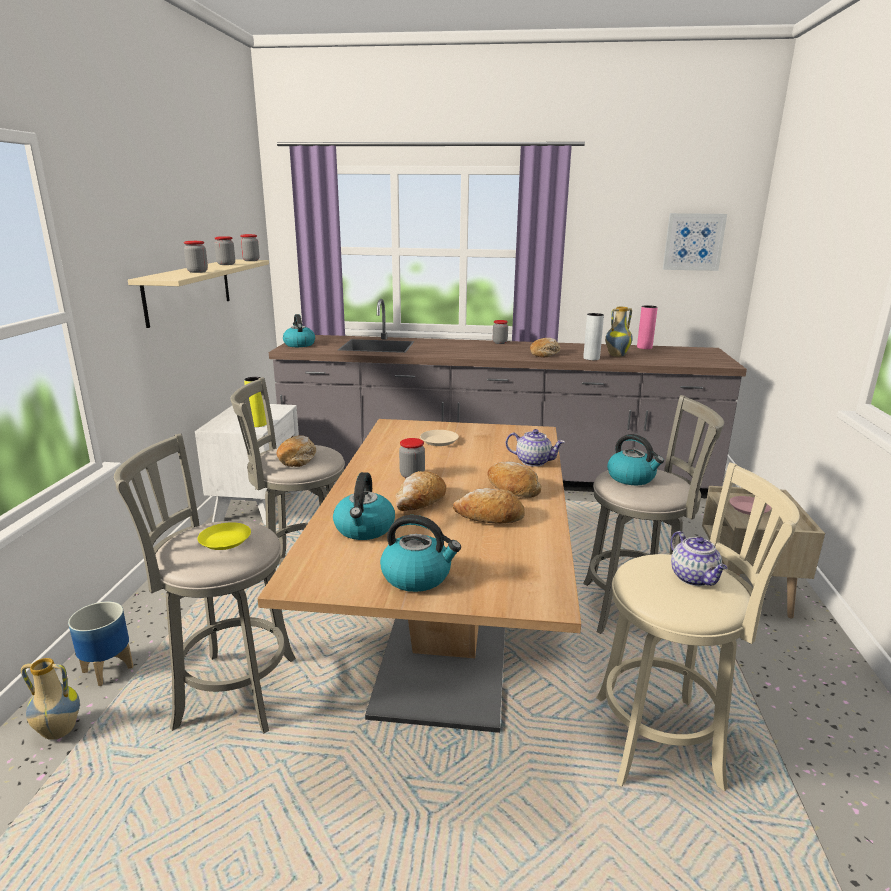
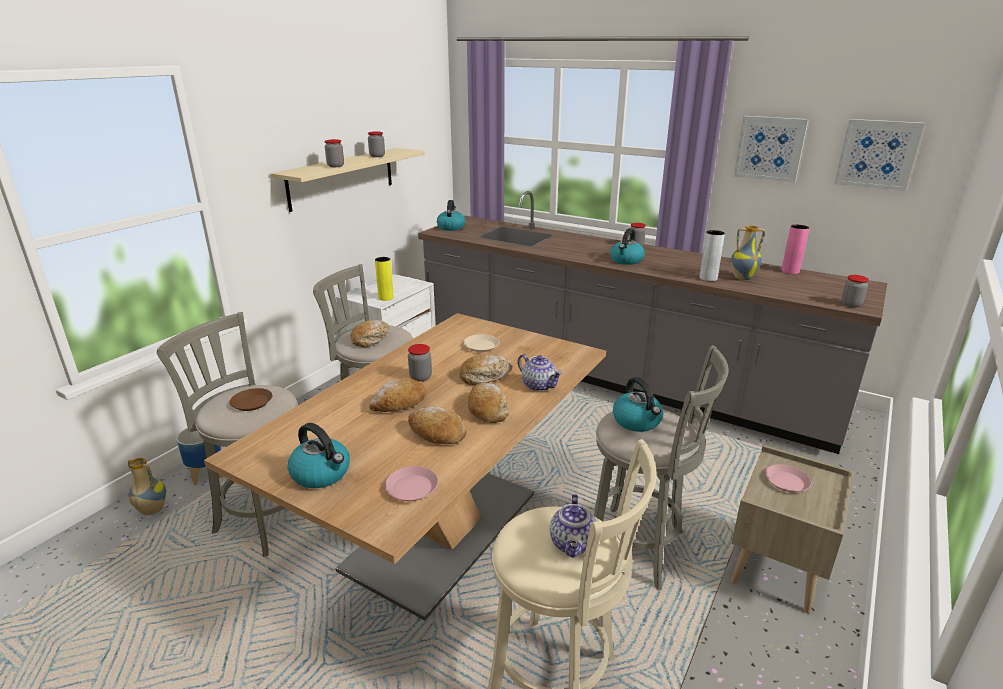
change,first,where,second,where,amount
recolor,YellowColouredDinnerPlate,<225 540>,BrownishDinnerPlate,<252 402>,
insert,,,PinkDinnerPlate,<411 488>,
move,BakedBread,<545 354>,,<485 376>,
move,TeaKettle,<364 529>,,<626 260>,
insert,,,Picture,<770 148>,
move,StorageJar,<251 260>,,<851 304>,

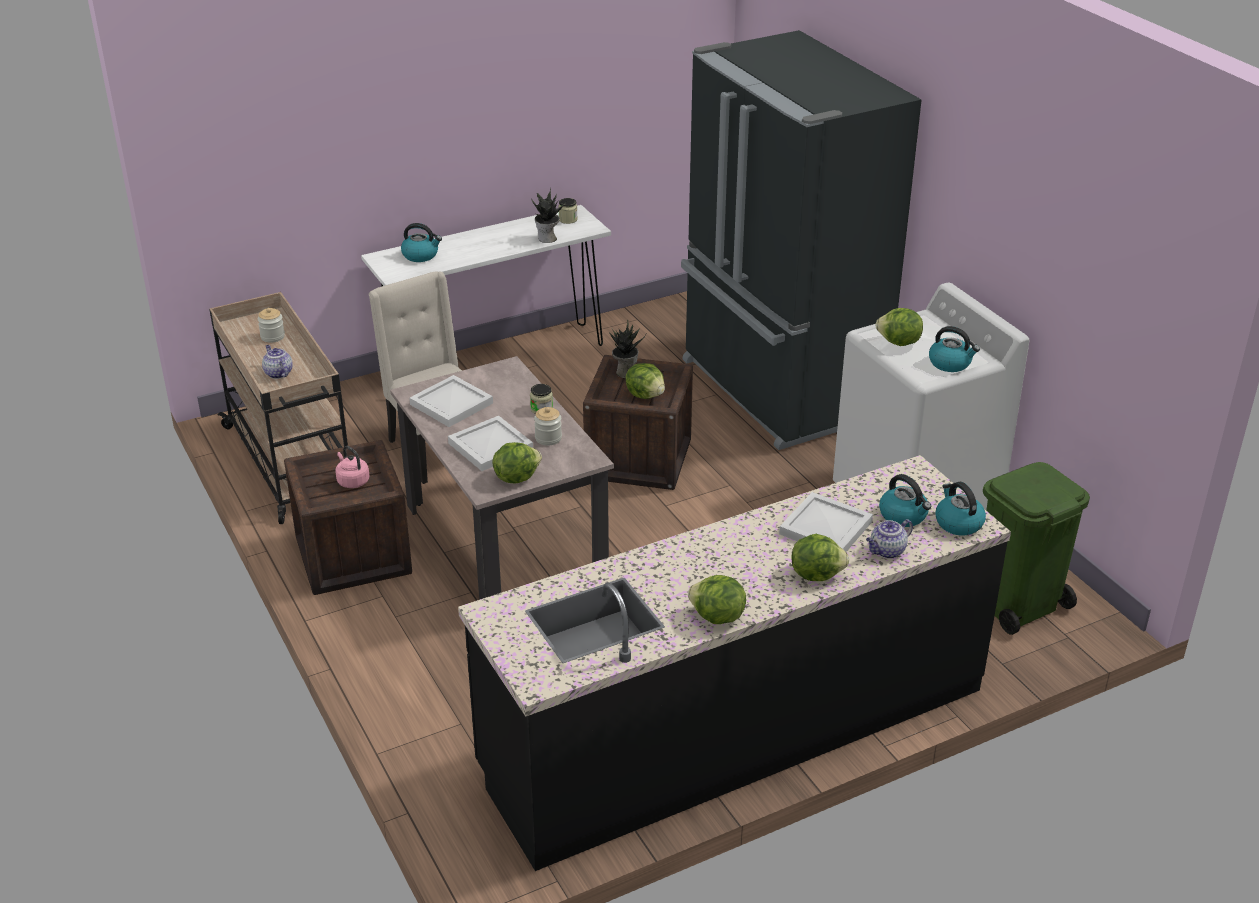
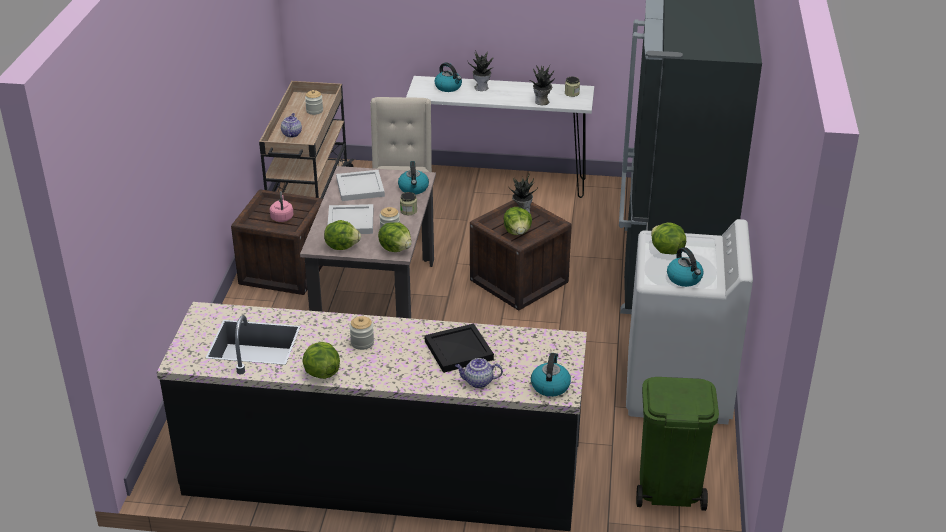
change,first,where,second,where,amount
insert,,,StorageJar,<362 343>,
move,Lettuce,<816 574>,,<396 248>,
move,TeaKettle,<904 516>,,<413 188>,
recolor,WhiteColouredTray,<827 527>,BlackColouredTray,<460 350>,
insert,,,PlantInAPot,<482 88>,

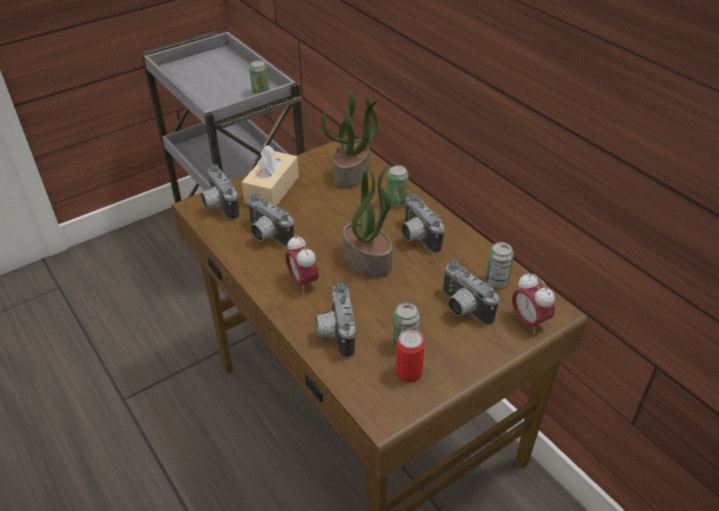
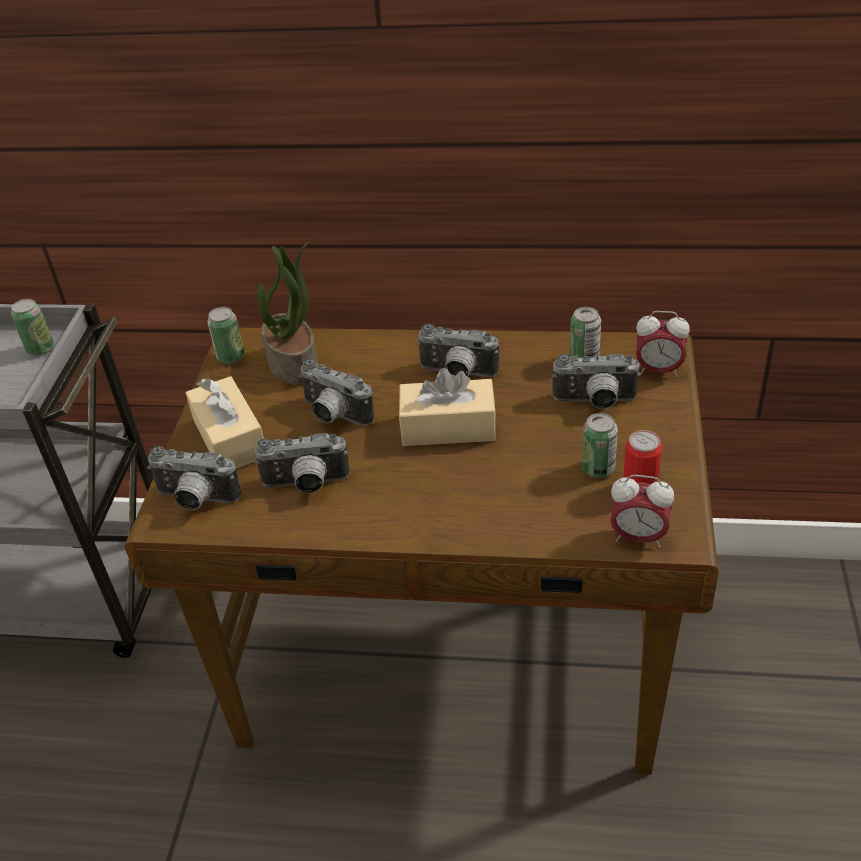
change,first,where,second,where,amount
move,SealedCan,<397 202>,,<231 357>,
move,StillCamera,<335 333>,,<333 415>,
replace,PlantInAPot,<368 260>,BeigeTissueBox,<448 427>,
move,TableClock,<303 282>,,<638 537>,

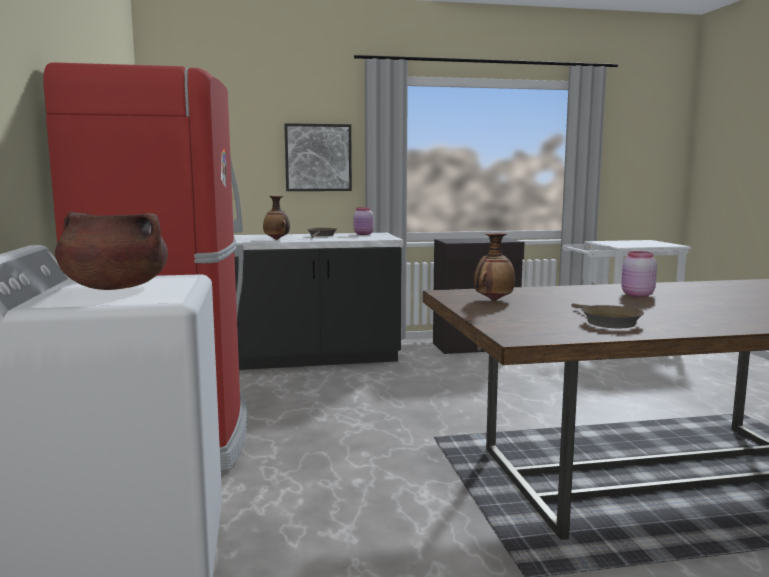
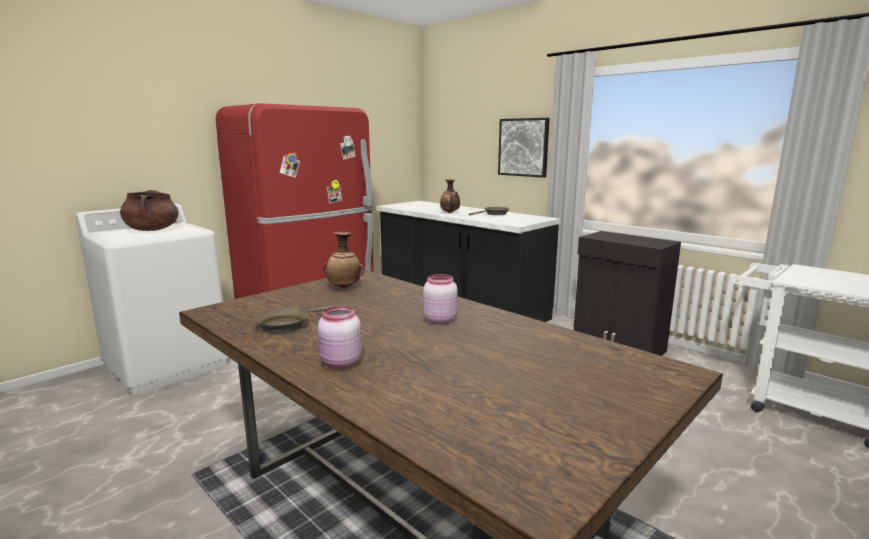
change,first,where,second,where,amount
move,PinkStorageJar,<363 234>,,<340 364>,

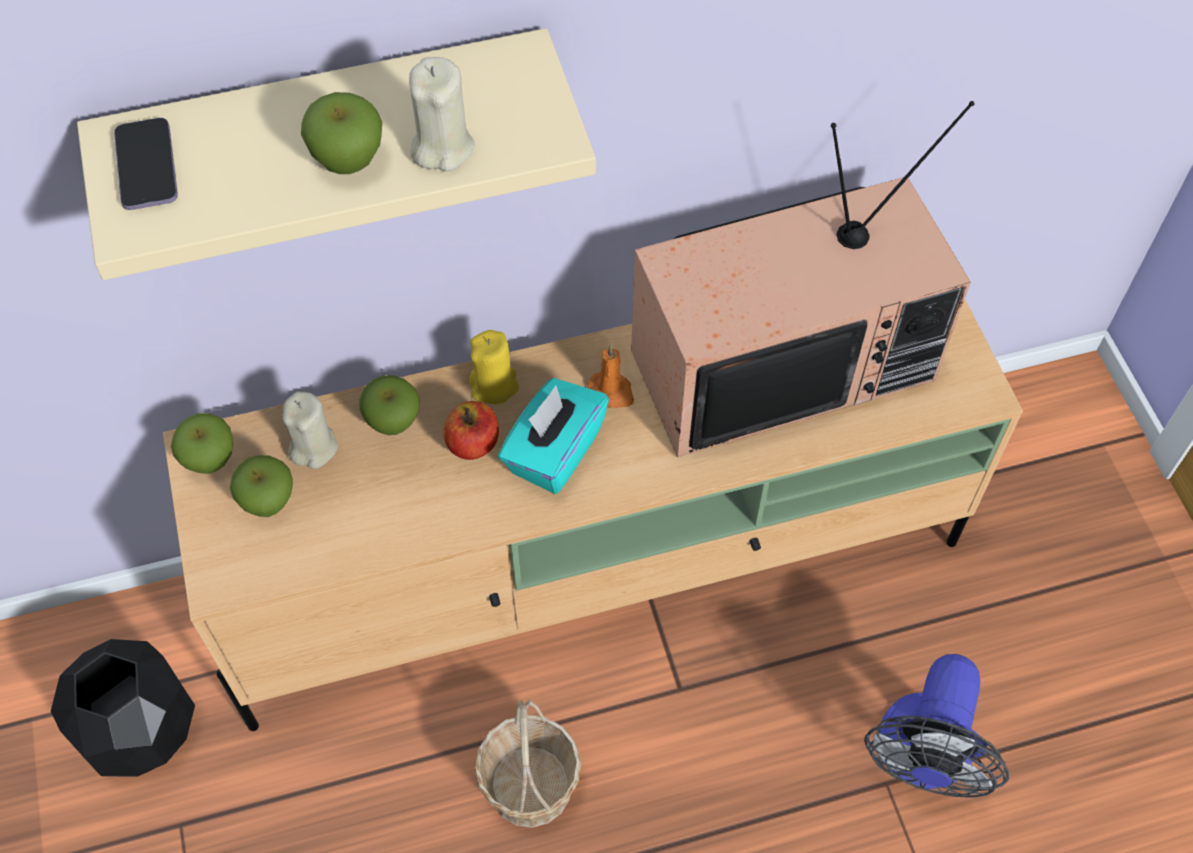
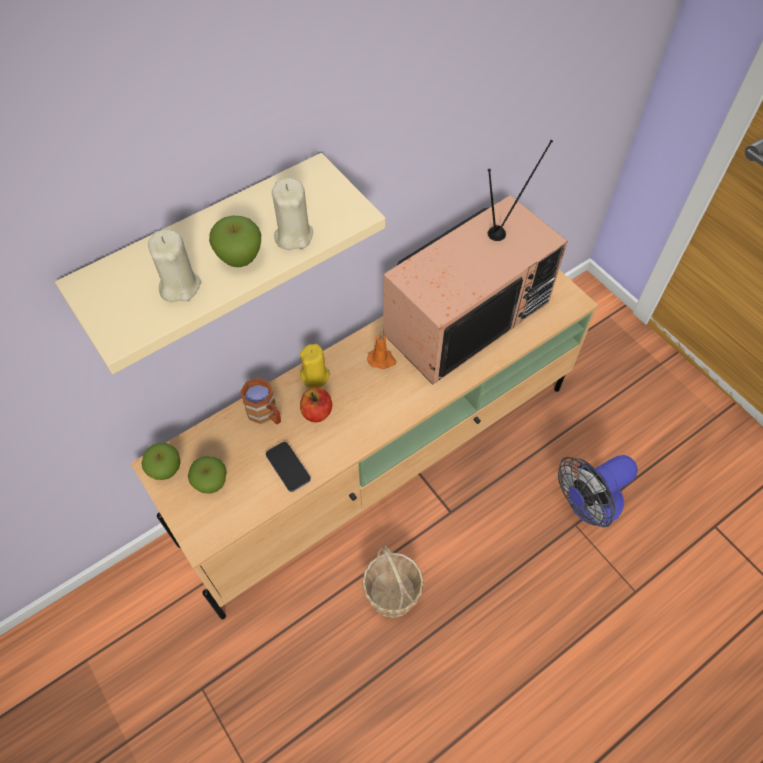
change,first,where,second,where,amount
move,BeigeCandle,<313 447>,,<179 286>,
replace,AppleFruit,<393 422>,BrownishTeaMug,<266 414>,
move,Handset,<147 167>,,<288 467>,
rotate,CoolingFan,<922 759>,,<587 505>,60 degrees clockwise
delete,BlackColouredPlanter,<140 728>,,,
delete,TurquoiseColouredTissueBox,<554 452>,,,

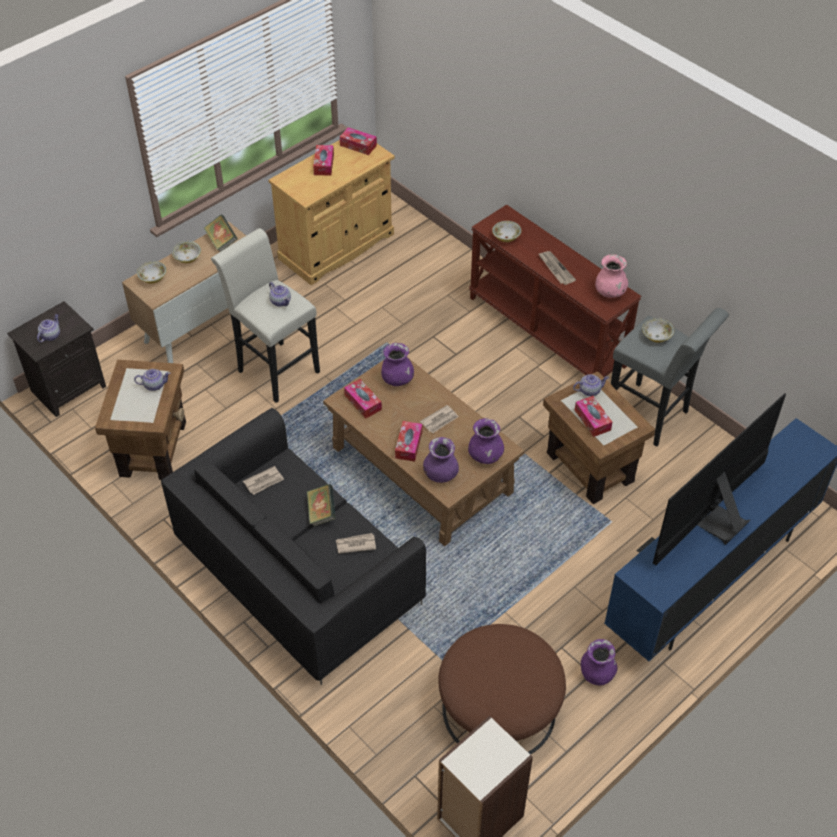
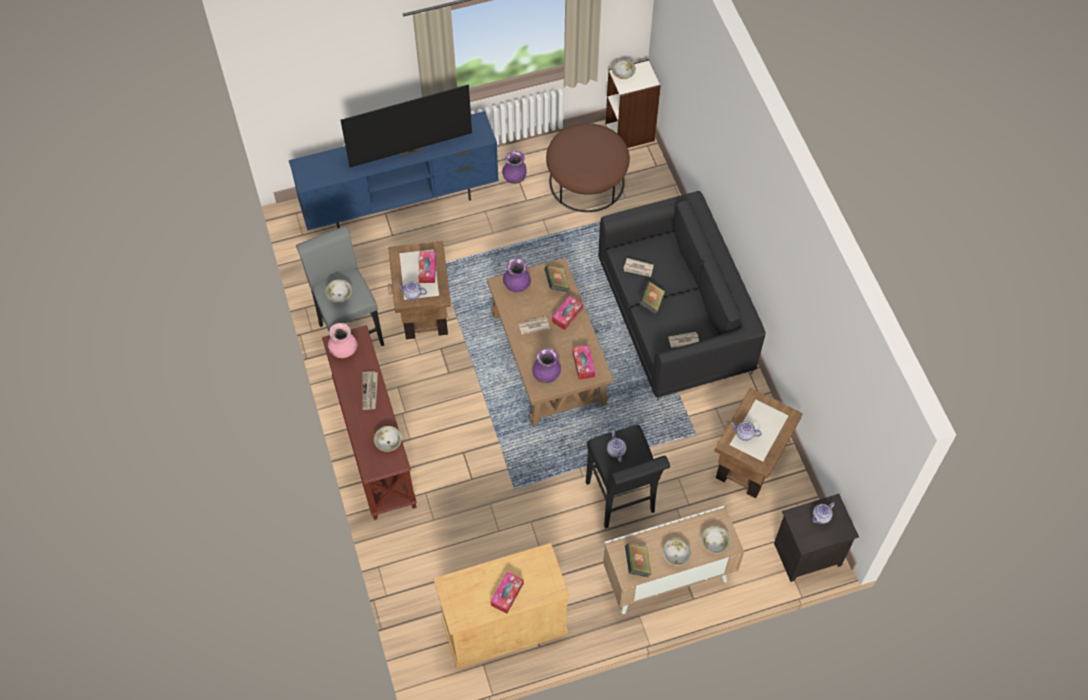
change,first,where,second,where,amount
replace,PurpleVase,<440 474>,Book,<557 283>,
recolor,WhiteColouredStool,<274 368>,BlackColouredStool,<622 501>,
insert,,,DeepDish,<623 74>,
delete,TissueBox,<358 145>,,,

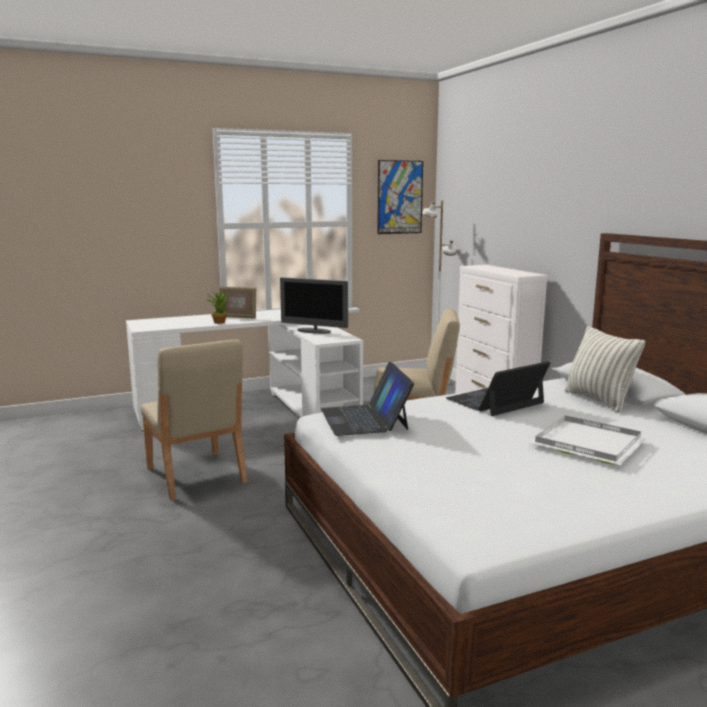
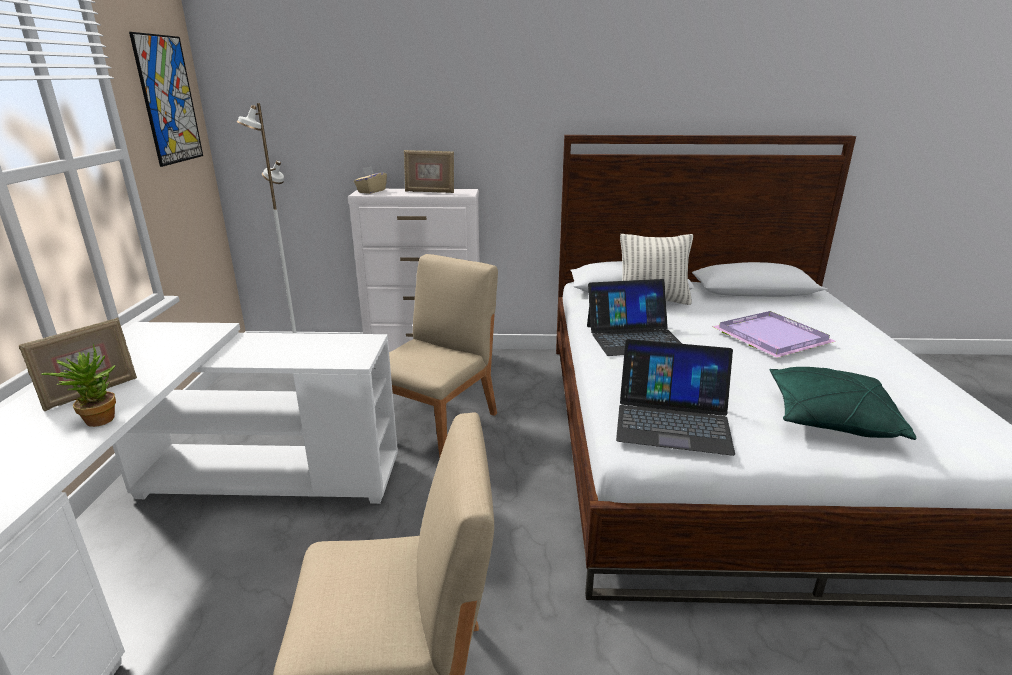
change,first,where,second,where,amount
insert,,,BeigeTissueBox,<371 191>,
insert,,,PictureFrame,<430 192>,
rotate,PortableComputer,<495 401>,,<634 337>,90 degrees counterclockwise
recolor,WhiteColouredTray,<586 442>,PurpleTray,<769 337>,
insert,,,GreenThrowPillow,<829 419>,
delete,ComputerDisplay,<314 331>,,,

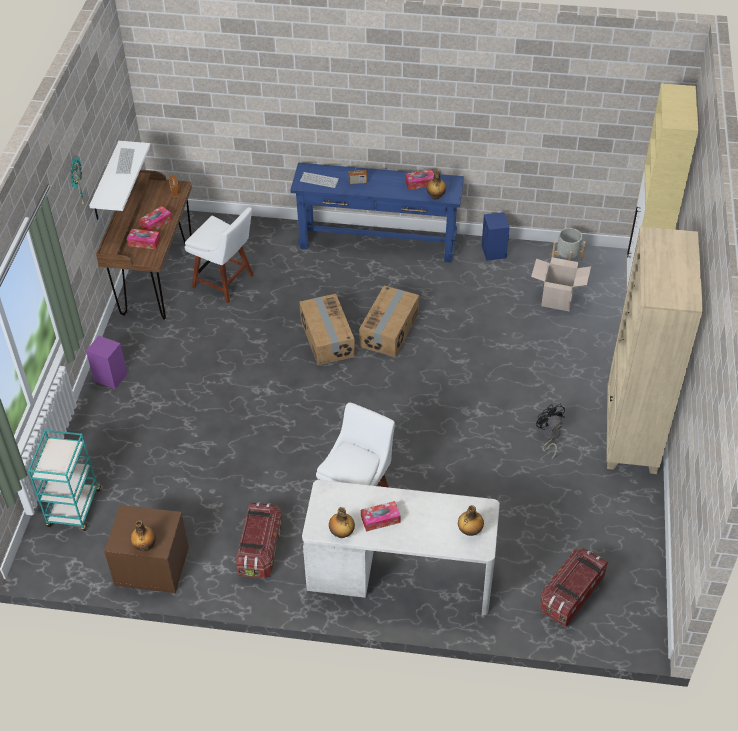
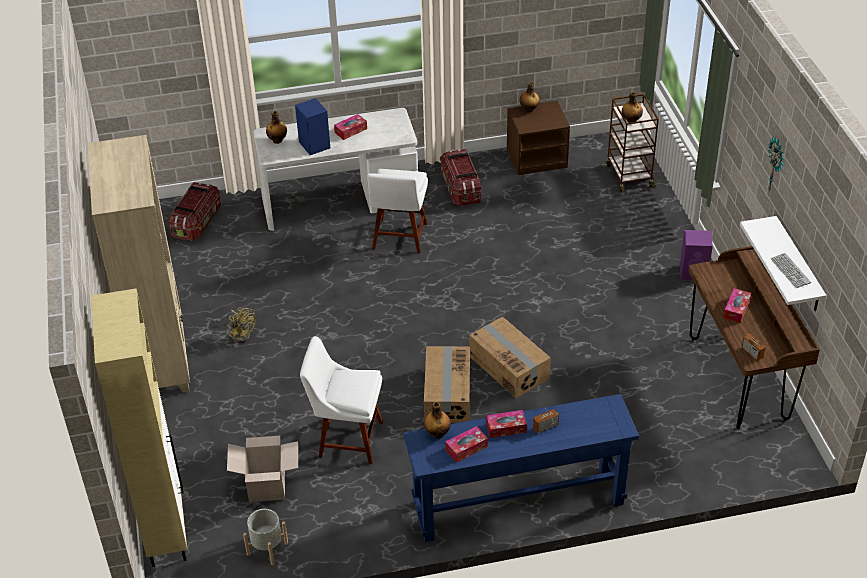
change,first,where,second,where,amount
recolor,BlackColouredCoolingFan,<549 437>,YellowColouredCoolingFan,<242 334>,
move,BlueAudioSpeaker,<494 252>,,<314 144>,
move,WhiteColouredPlainChair,<225 282>,,<347 438>,
move,TissueBox,<144 242>,,<506 428>,
recolor,TurquoiseColouredTrolley,<74 509>,BrownishTrolley,<628 175>,
move,DrinkBottle,<341 533>,,<631 120>,
delete,ComputerKeyboard,<319 180>,,,

